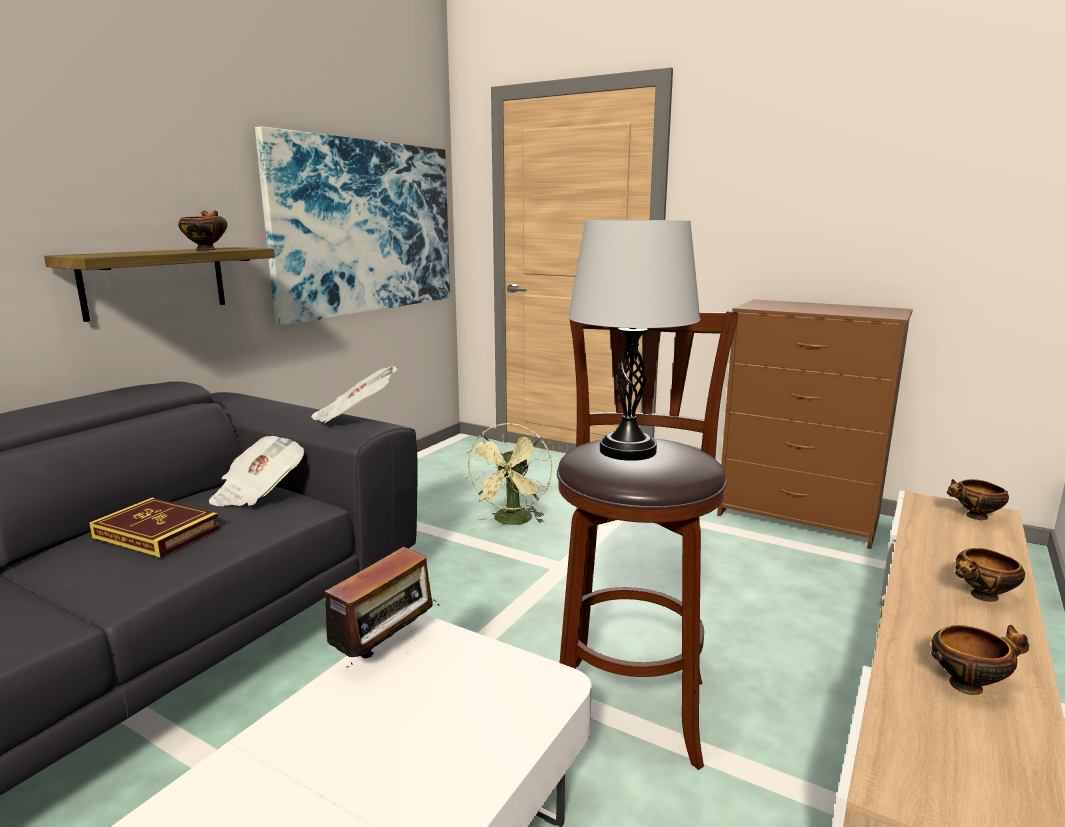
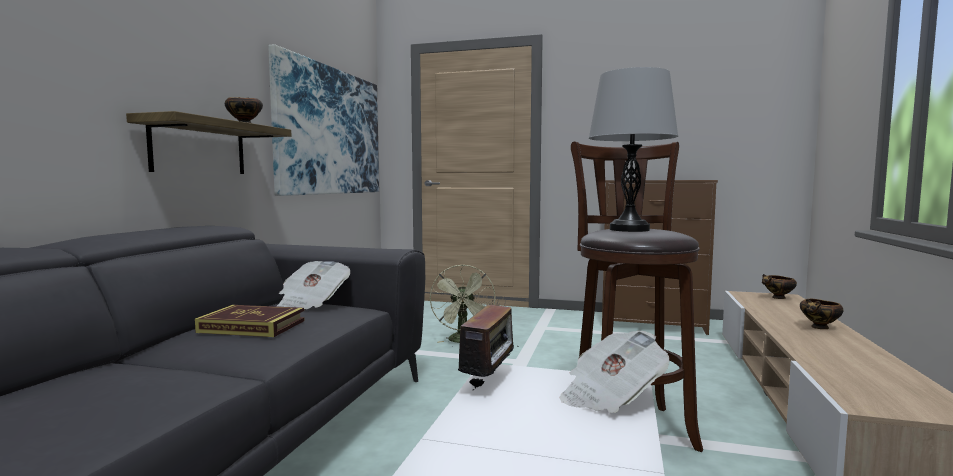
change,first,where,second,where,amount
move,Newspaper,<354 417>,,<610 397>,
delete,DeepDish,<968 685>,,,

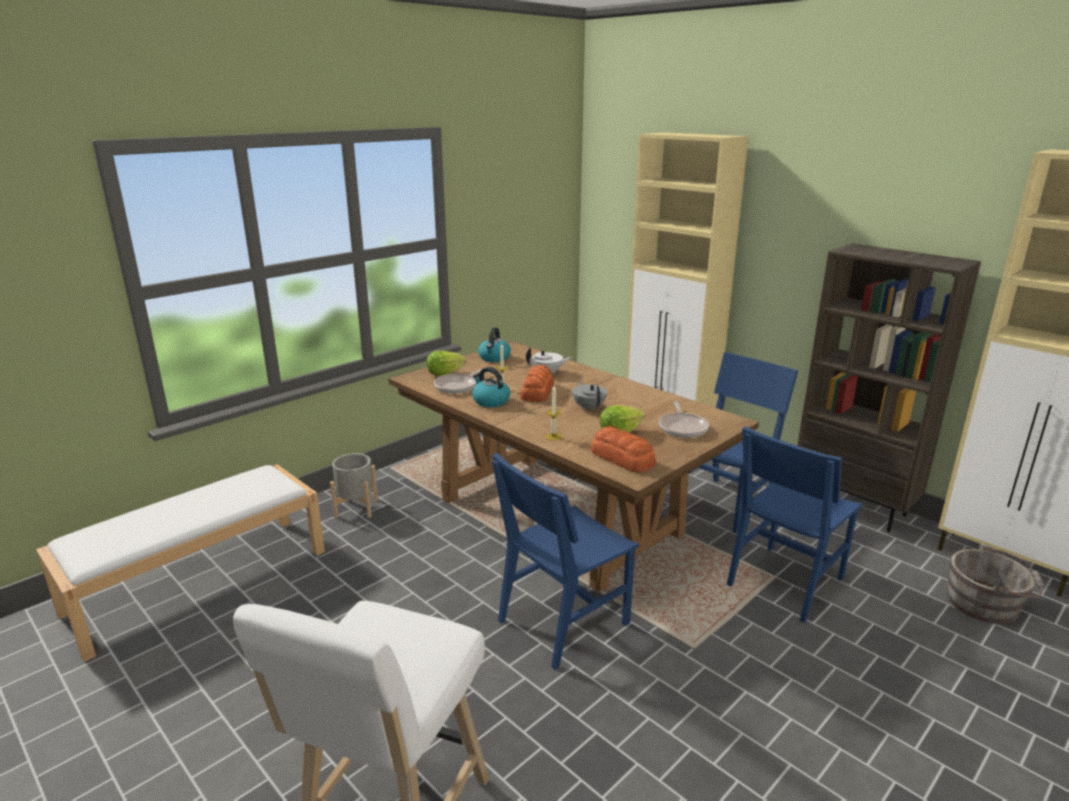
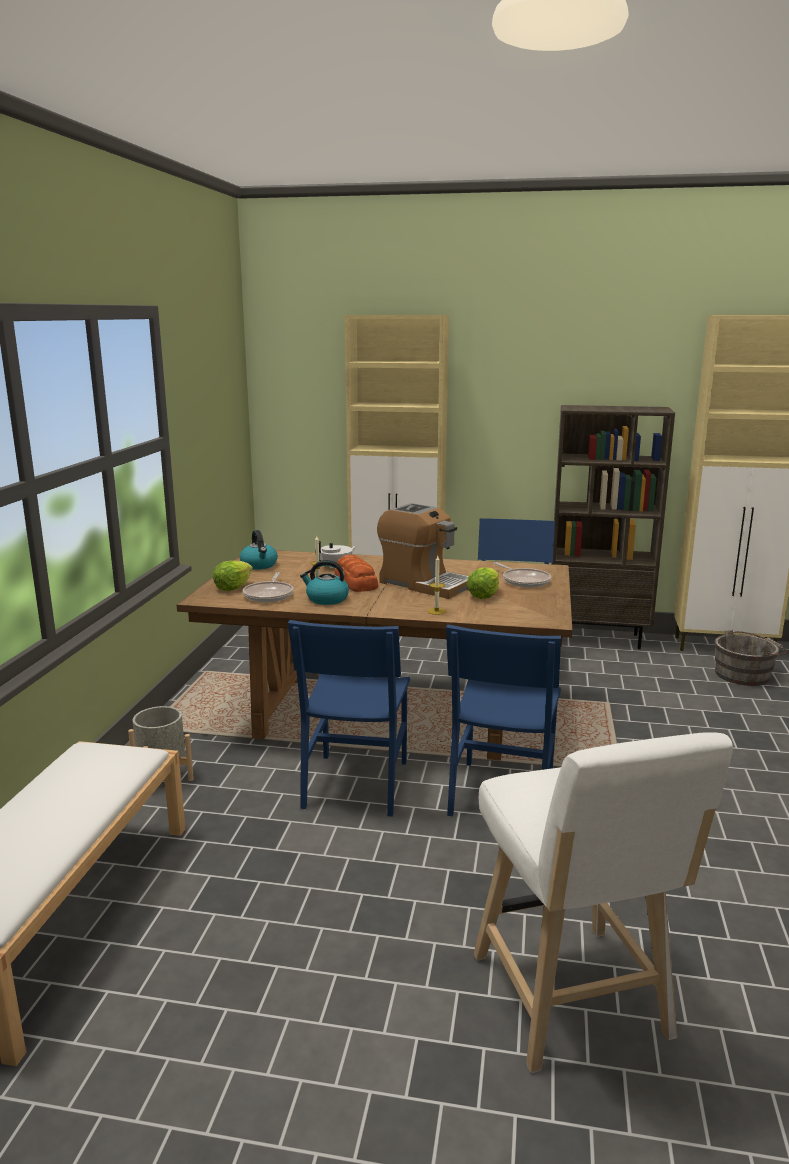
change,first,where,second,where,amount
move,BluePlainChair,<785 581>,,<355 783>,
replace,GreyishTeapot,<589 407>,CoffeeBrewer,<424 584>,
delete,BakedBread,<623 458>,,,

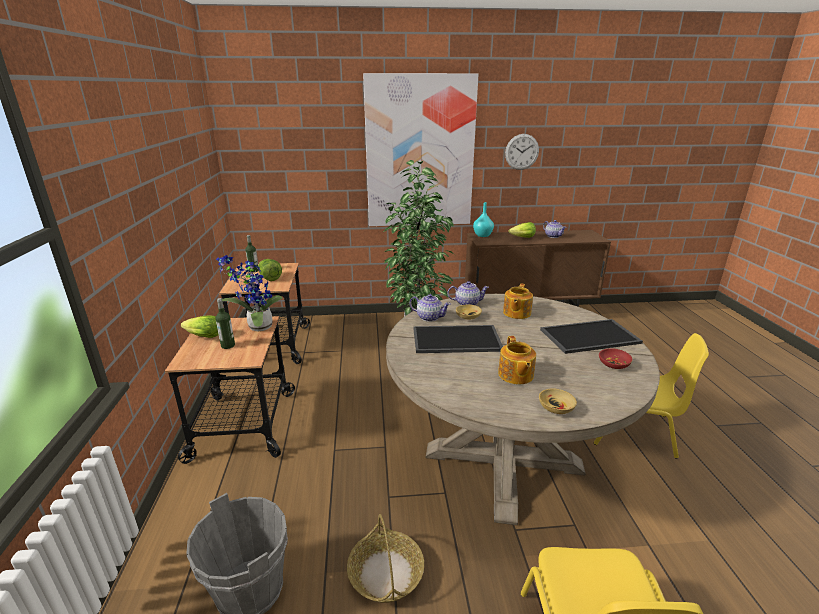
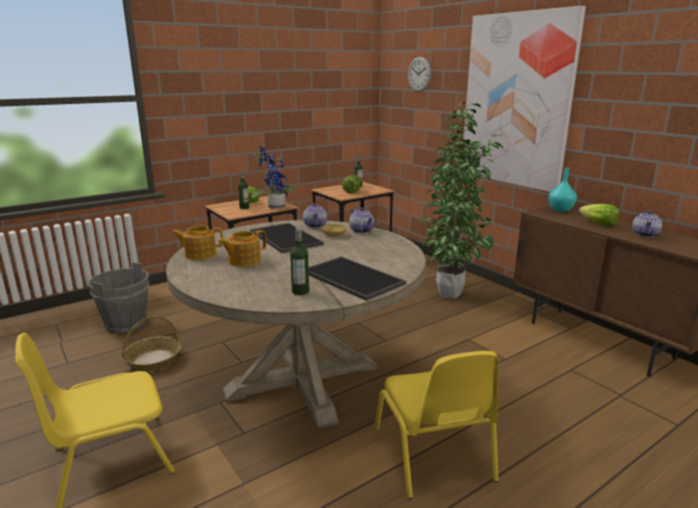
change,first,where,second,where,amount
move,Teapot,<516 313>,,<199 254>,
replace,ReddishDeepDish,<614 364>,DrinkBottle,<300 291>,
move,ClockOnTheWall,<522 152>,,<419 74>,
delete,BeigeDeepDish,<555 408>,,,

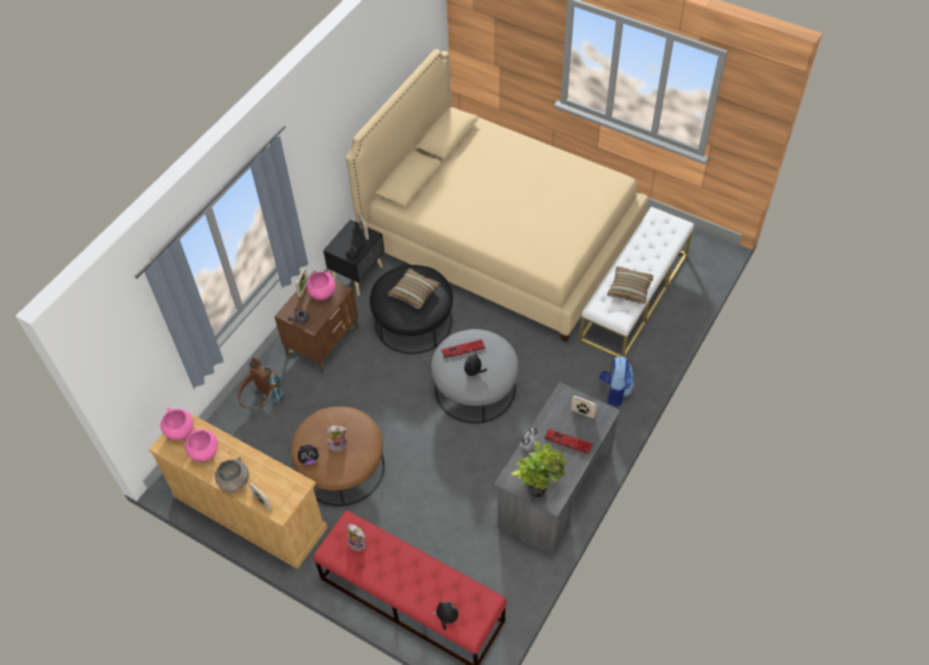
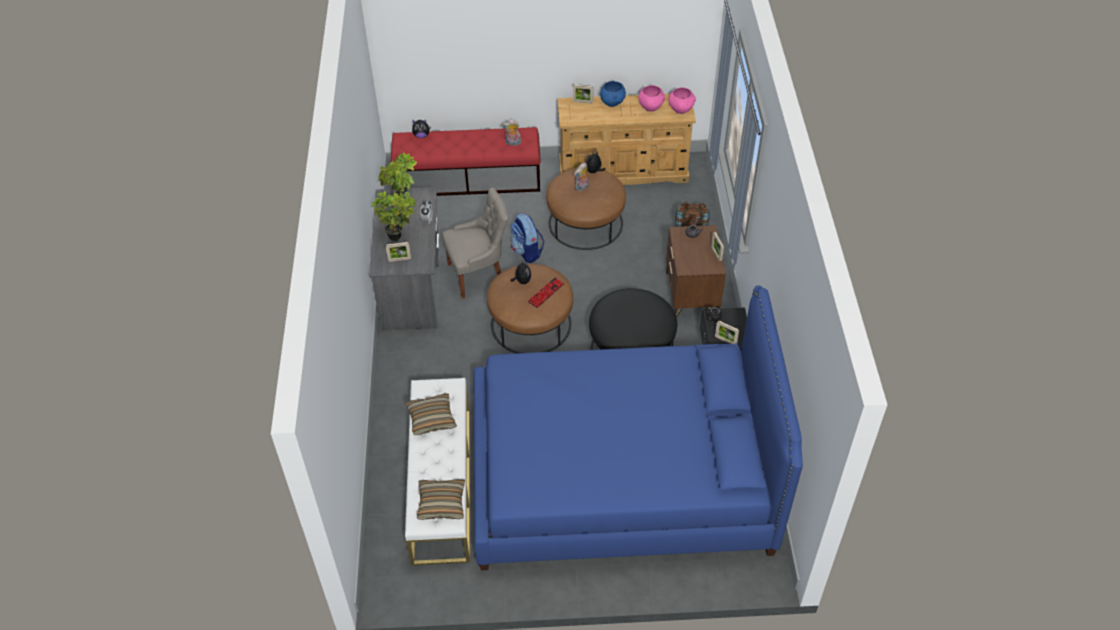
change,first,where,second,where,amount
replace,ComputerKeyboard,<568 442>,PlantInAPot,<398 235>,
move,ThrowPillow,<414 293>,,<441 503>,
insert,,,GreyishPlainChair,<478 275>,
recolor,BeigeSleepingBed,<501 238>,BlueSleepingBed,<621 475>,
recolor,GreyishFootrest,<475 388>,BrownishFootrest,<531 323>,
move,Backpack,<615 391>,,<527 252>,
recolor,GreyishDeepDish,<234 482>,BlueDeepDish,<612 102>,
delete,PinkDeepDish,<322 293>,,,

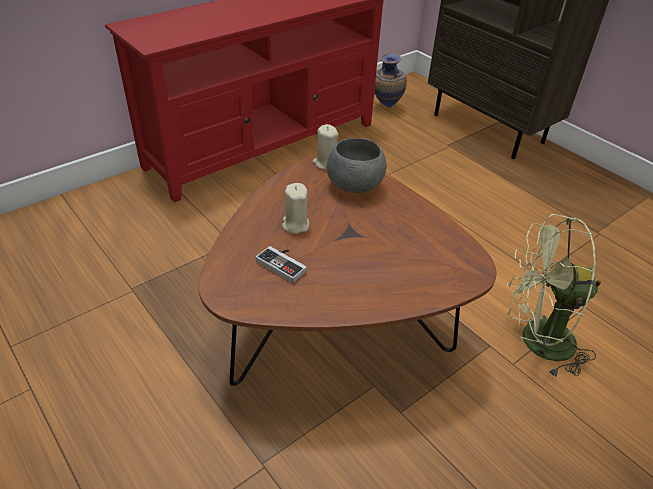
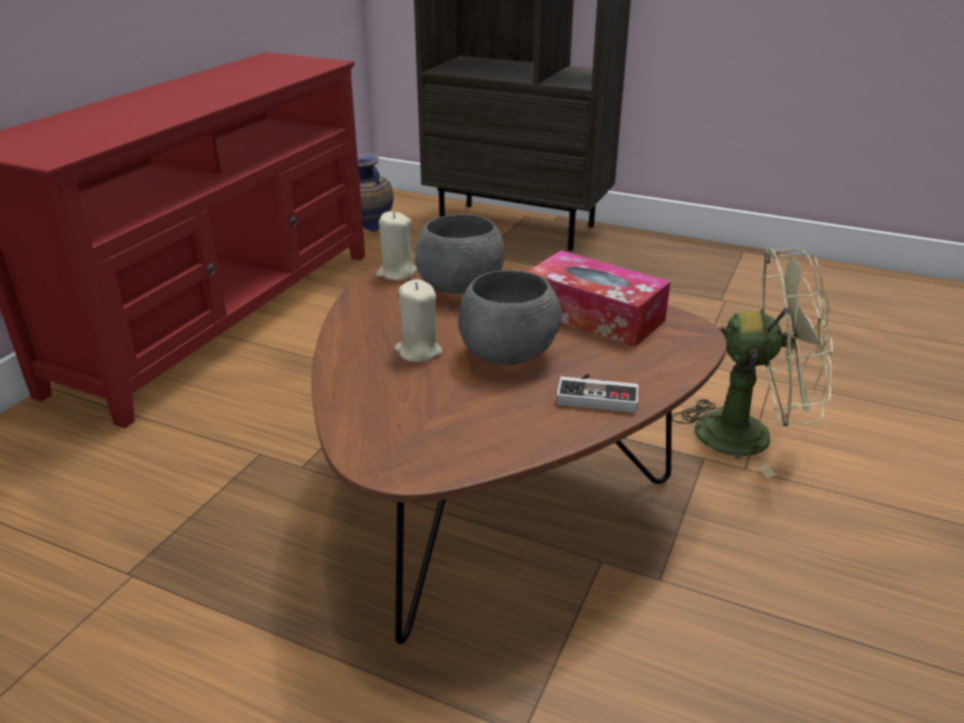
change,first,where,second,where,amount
insert,,,GreyishDeepDish,<510 355>,
insert,,,TissueBox,<594 315>,
move,GameController,<284 264>,,<597 394>,
rotate,GreenCoolingFan,<536 341>,,<750 434>,150 degrees counterclockwise

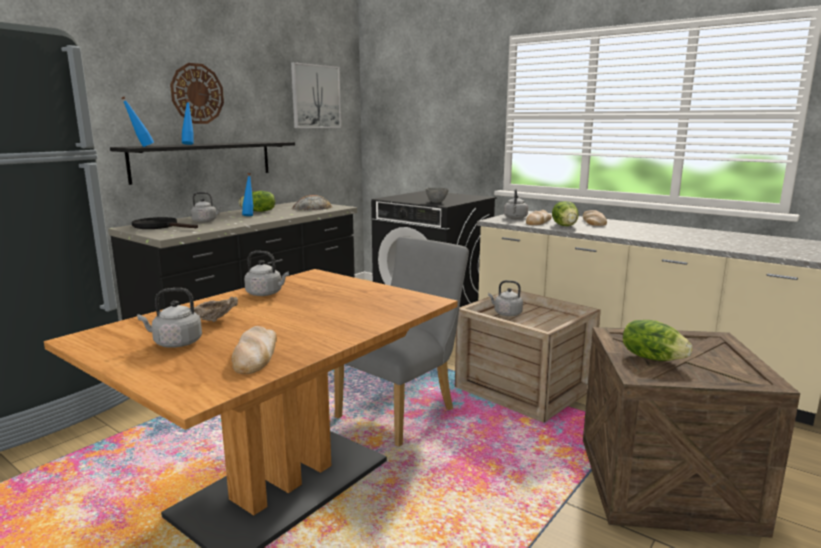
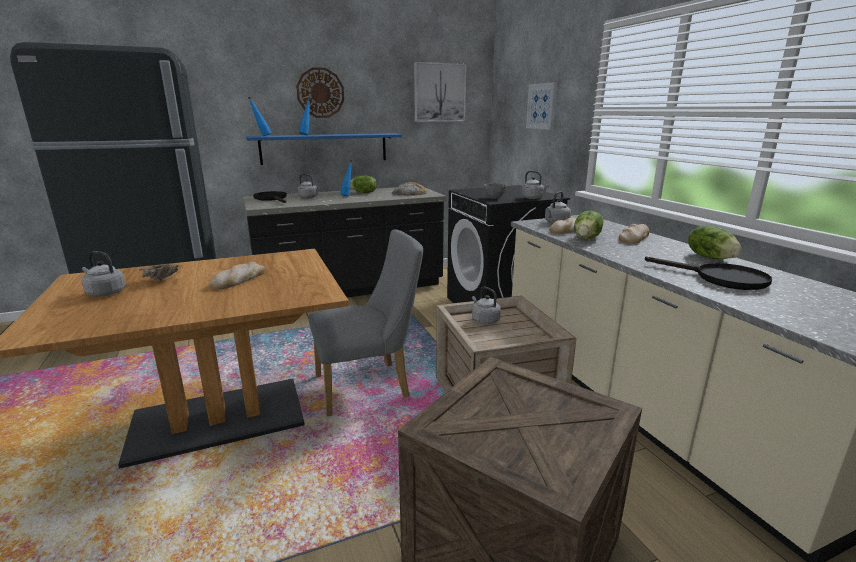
change,first,where,second,where,amount
move,BakedBread,<255 354>,,<239 279>,
recolor,BlackColouredWallShelf,<203 161>,BlueWallShelf,<324 148>,
move,GreyishTeaKettle,<266 293>,,<533 198>,
insert,,,Picture,<542 106>,
insert,,,BlackColouredFryingPan,<720 278>,
move,Lettuce,<652 358>,,<710 257>,

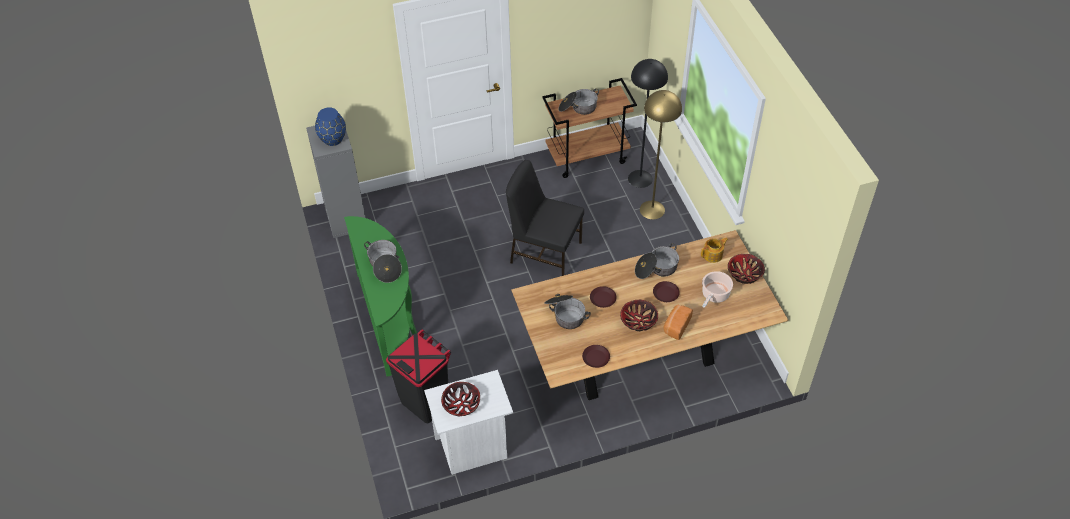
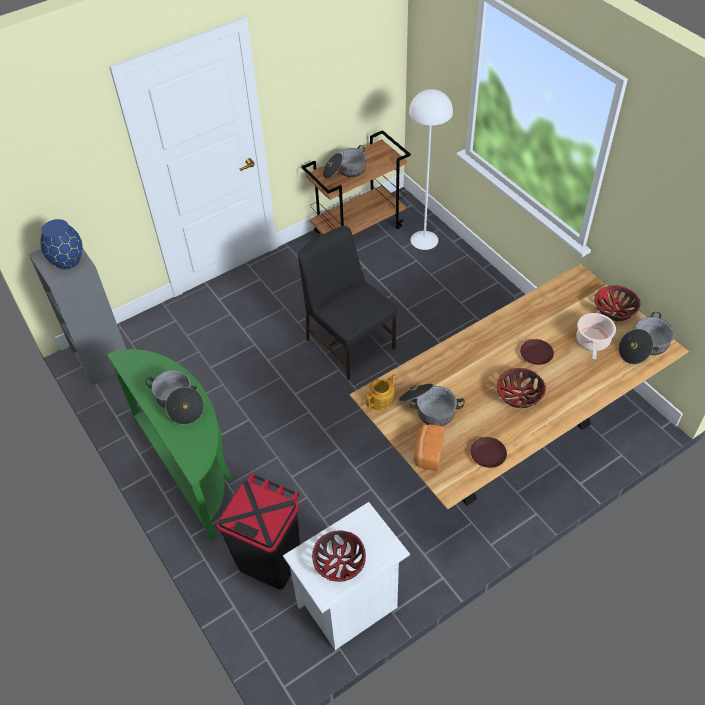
change,first,where,second,where,amount
rotate,BlackColouredPlainChair,<545 251>,,<350 342>,45 degrees clockwise
move,Teapot,<713 255>,,<381 400>,
recolor,BlackColouredStandardLamp,<640 178>,WhiteColouredStandardLamp,<424 240>,
move,BakedBread,<676 326>,,<428 453>,
move,Stockpot,<656 269>,,<643 347>,
delete,BrownishDinnerPlate,<602 299>,,,
delete,YellowColouredStandardLamp,<652 210>,,,

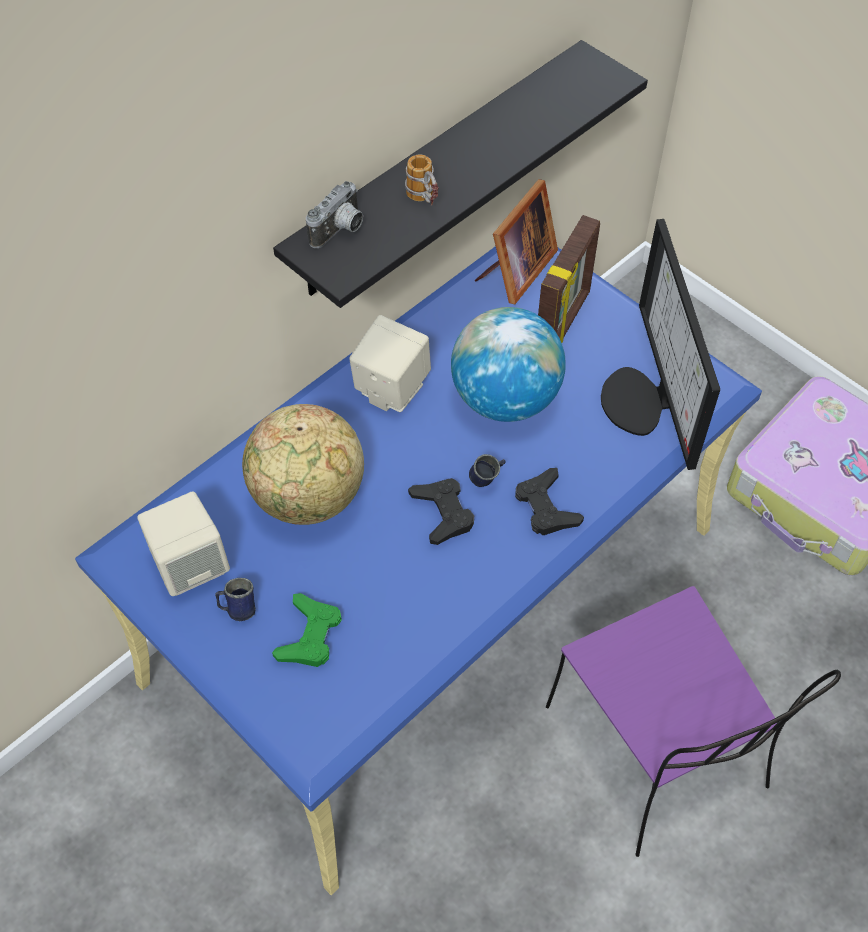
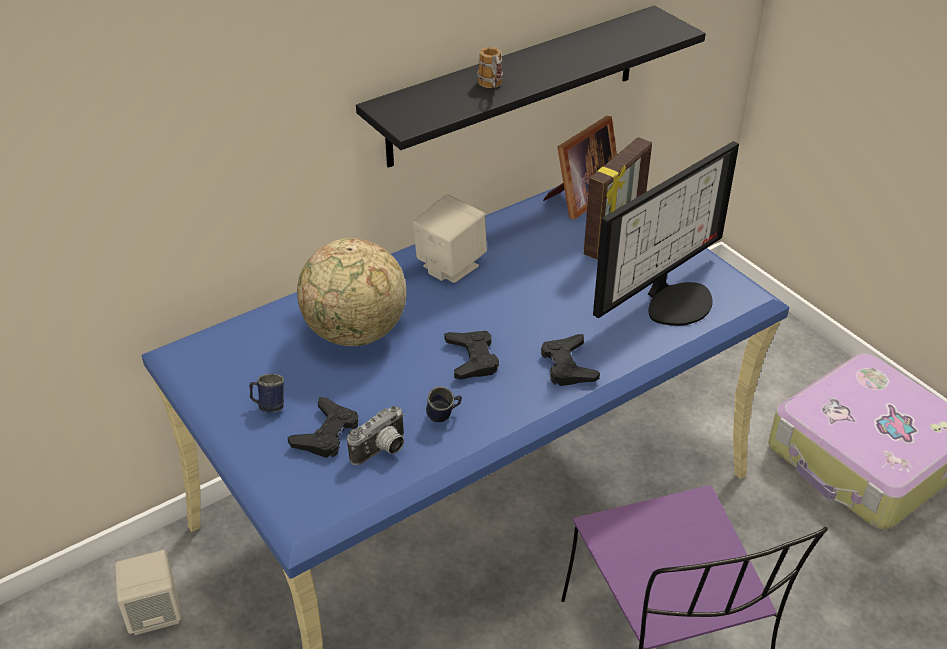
change,first,where,second,where,amount
move,BeigeAudioSpeaker,<191 566>,,<155 613>,
recolor,GreenGameController,<309 635>,BlackColouredGameController,<326 433>,
move,StillCamera,<340 231>,,<382 451>,
move,BlueTeaMug,<487 480>,,<444 417>,
rotate,ComputerDisplay,<641 401>,,<674 299>,135 degrees counterclockwise
delete,WorldGlobe,<505 399>,,,

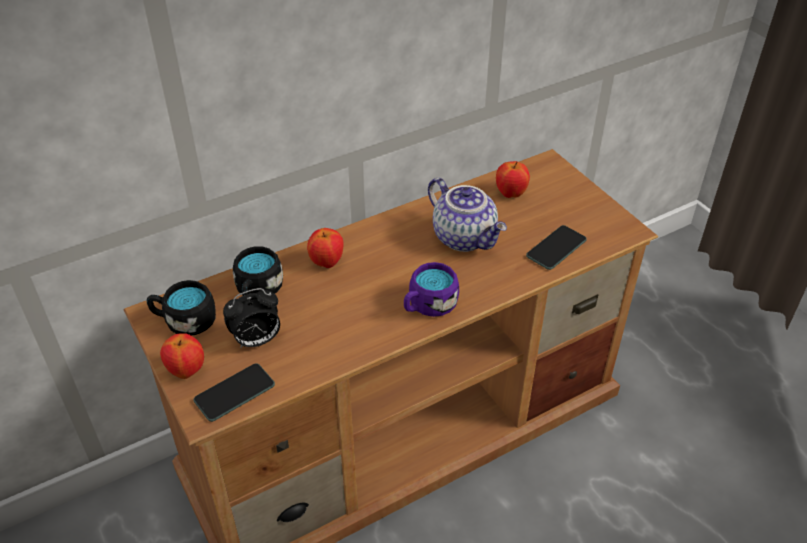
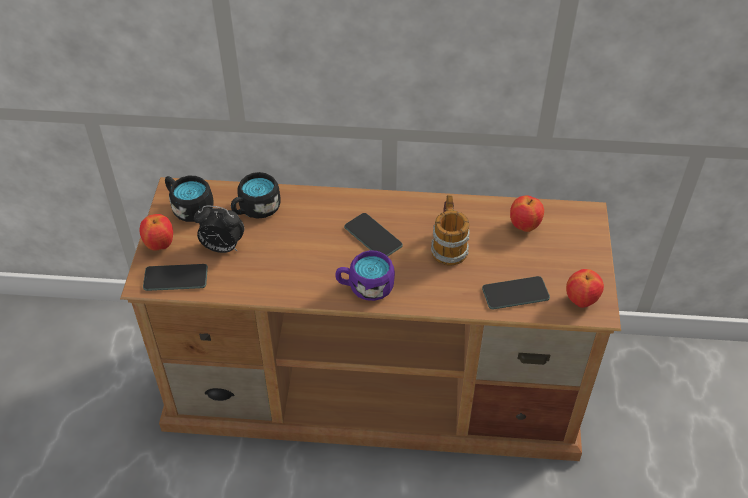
change,first,where,second,where,amount
insert,,,Handset,<373 236>,
replace,Teapot,<465 237>,TeaMug,<448 245>,
move,AppleFruit,<326 263>,,<581 300>,

